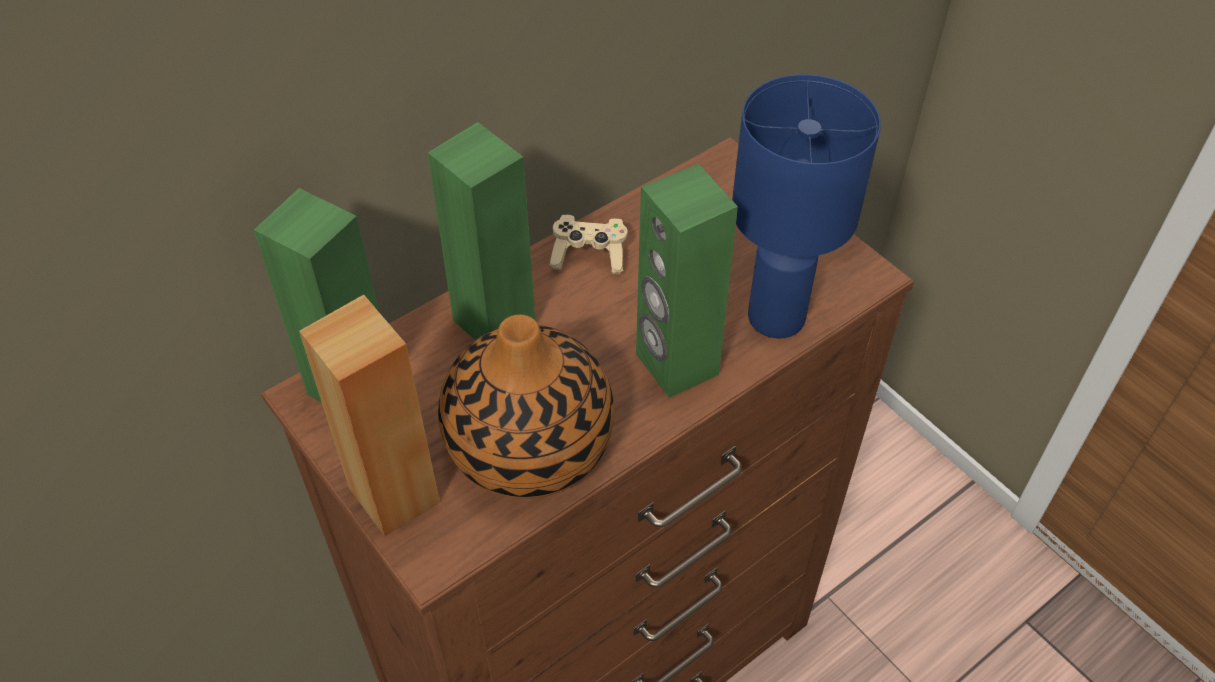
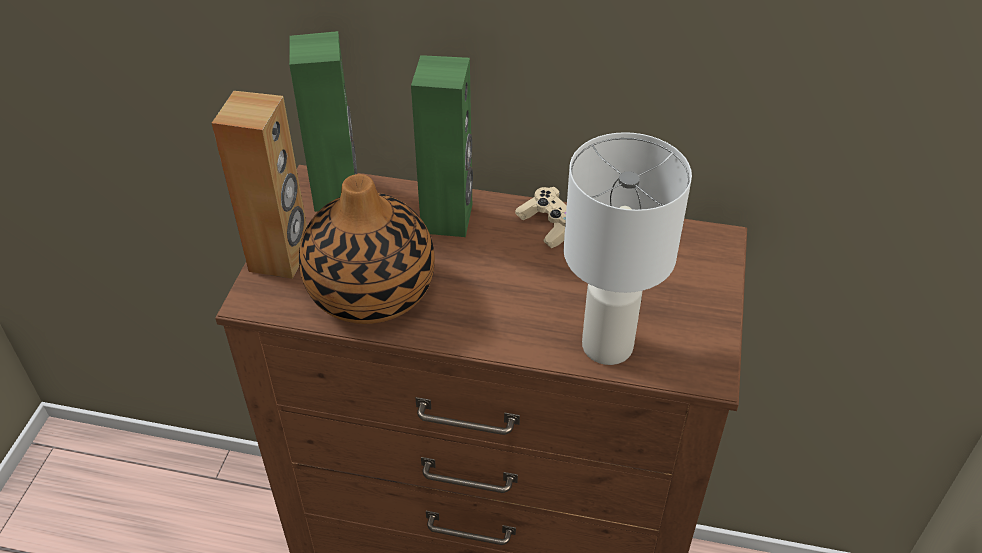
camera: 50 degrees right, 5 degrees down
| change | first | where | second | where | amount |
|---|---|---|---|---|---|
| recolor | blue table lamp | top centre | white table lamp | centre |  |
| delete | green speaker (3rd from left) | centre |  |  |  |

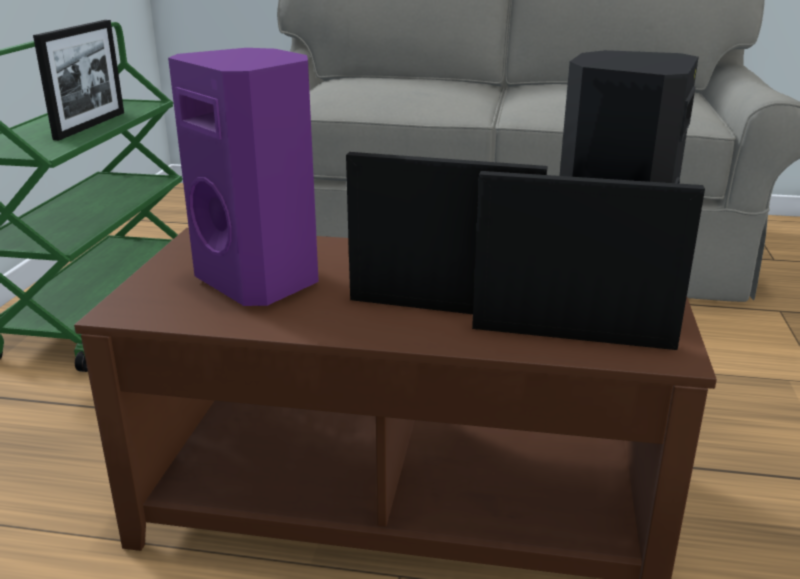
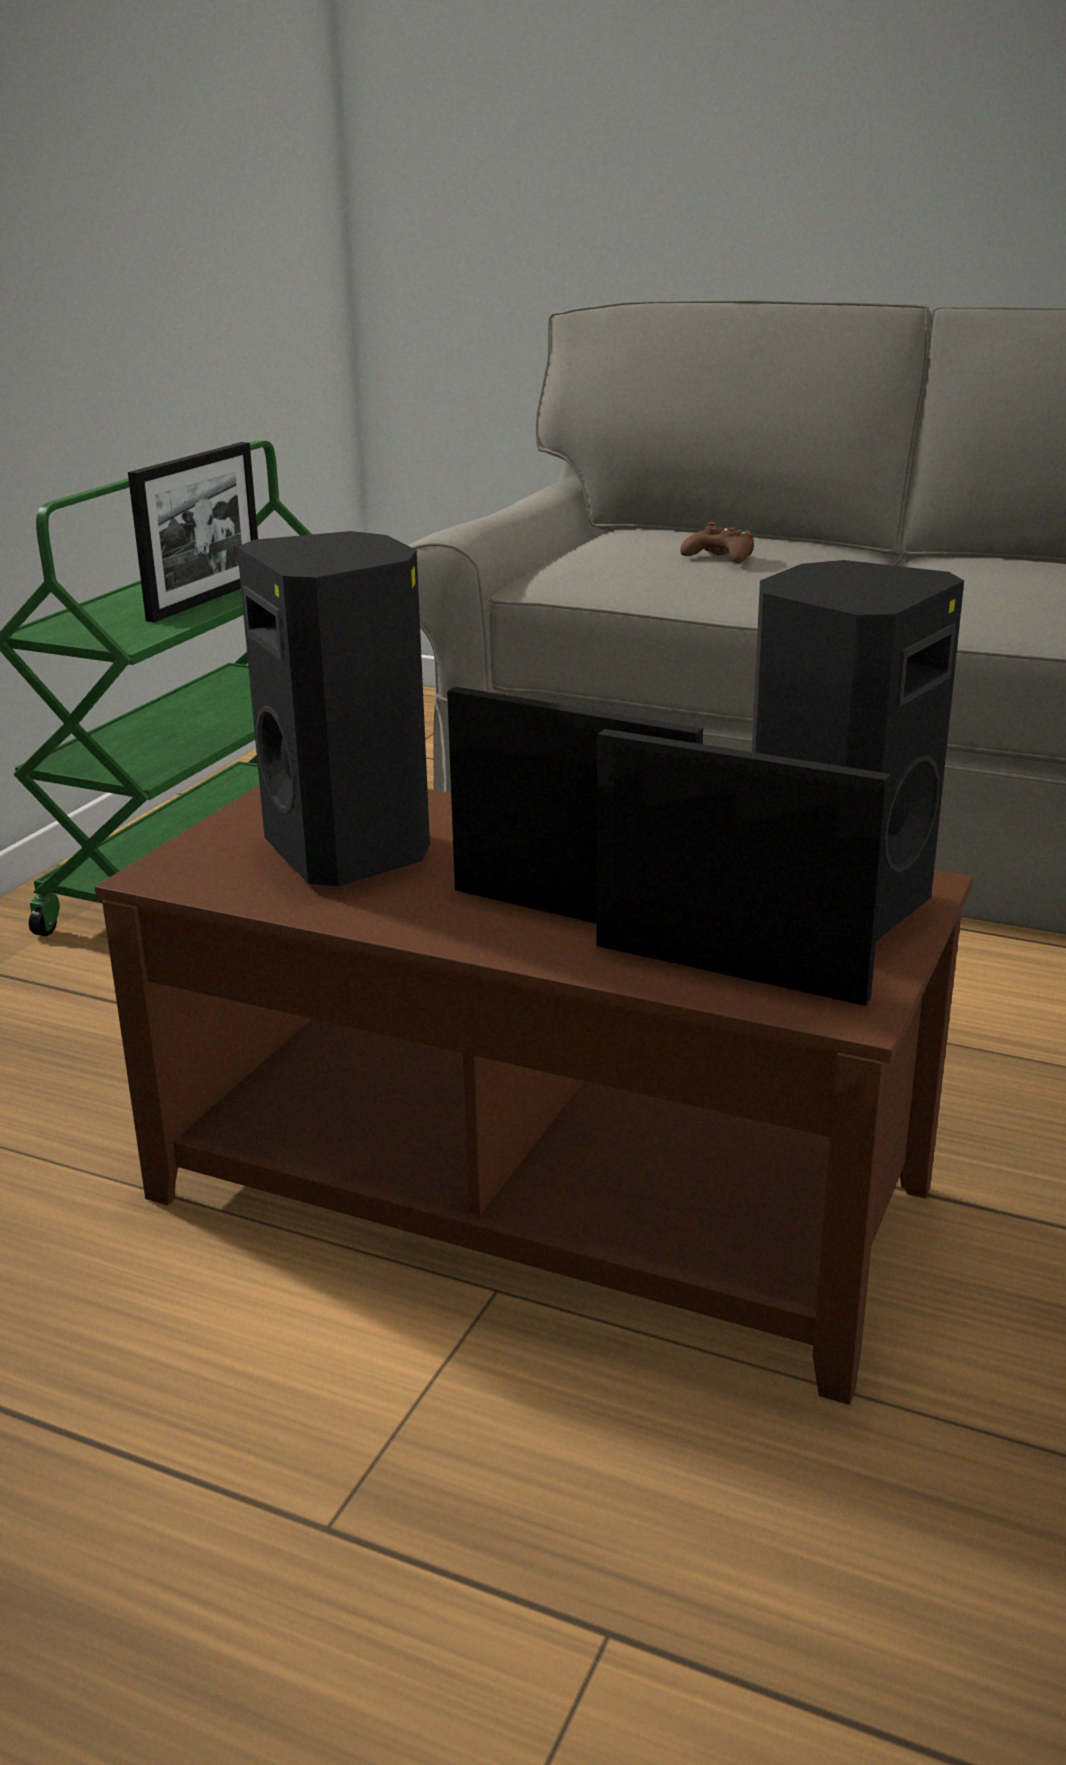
camera: 15 degrees right, 0 degrees up
| change | first | where | second | where | amount |
|---|---|---|---|---|---|
| recolor | purple speaker | top left | black speaker (1st from left) | middle left |  |
| insert |  |  | brown game controller | top right |  |

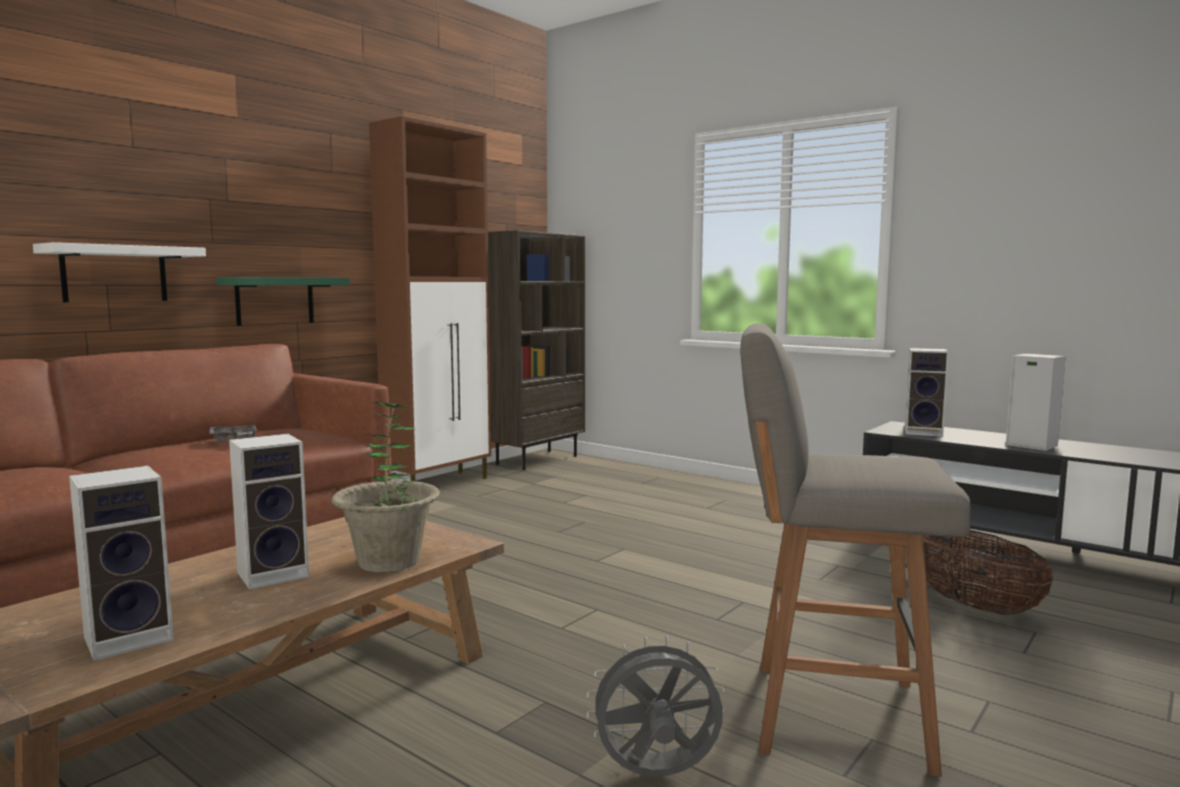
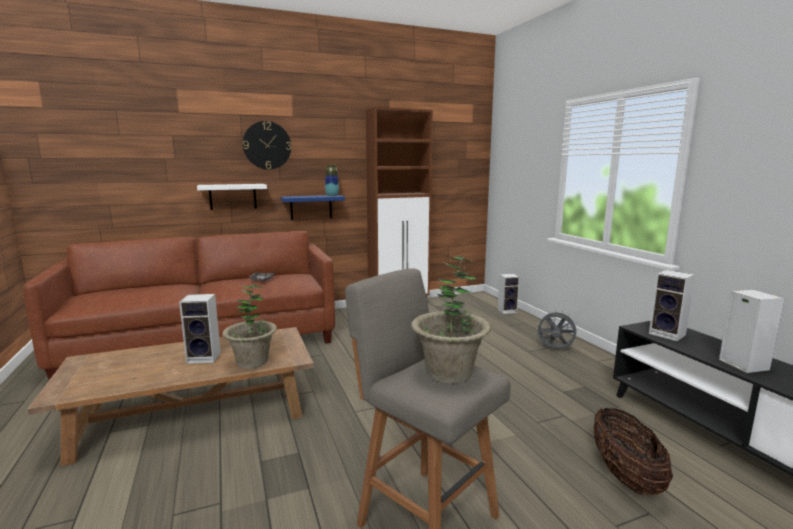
camera: 30 degrees right, 5 degrees up
| change | first | where | second | where | amount |
|---|---|---|---|---|---|
| delete | brown bookcase | centre |  |  |  |
| recolor | green shelf | middle left | blue shelf | centre |  |
| move | speaker (1st from left in the first image) | bottom left | speaker (2nd from left) | centre |  |
| move | grey fan | bottom centre |  | middle right |  |
| insert |  |  | wall clock | top centre |  |
| insert |  |  | vase | centre |  |
| insert |  |  | potted plant (2nd from left) | centre |  |

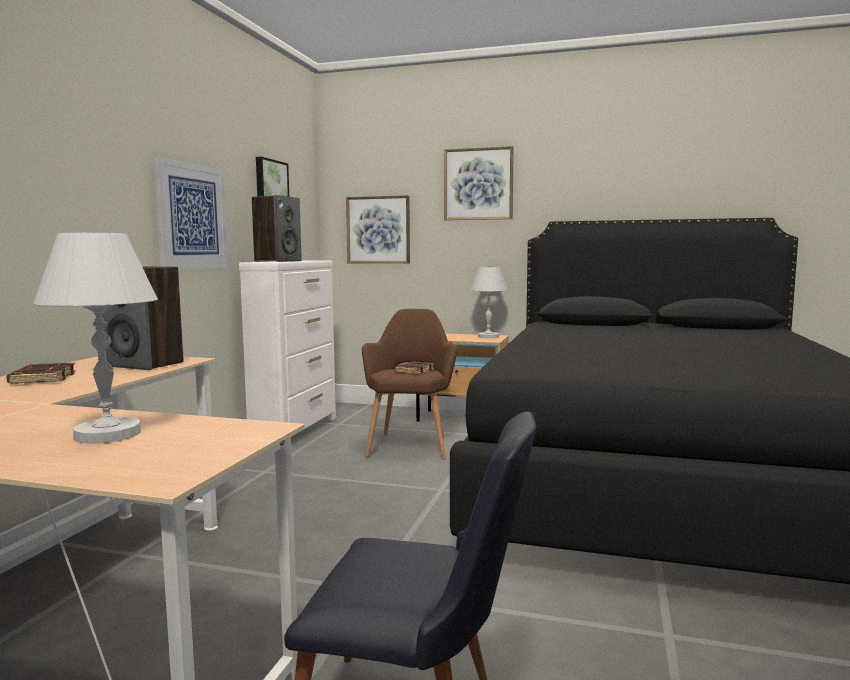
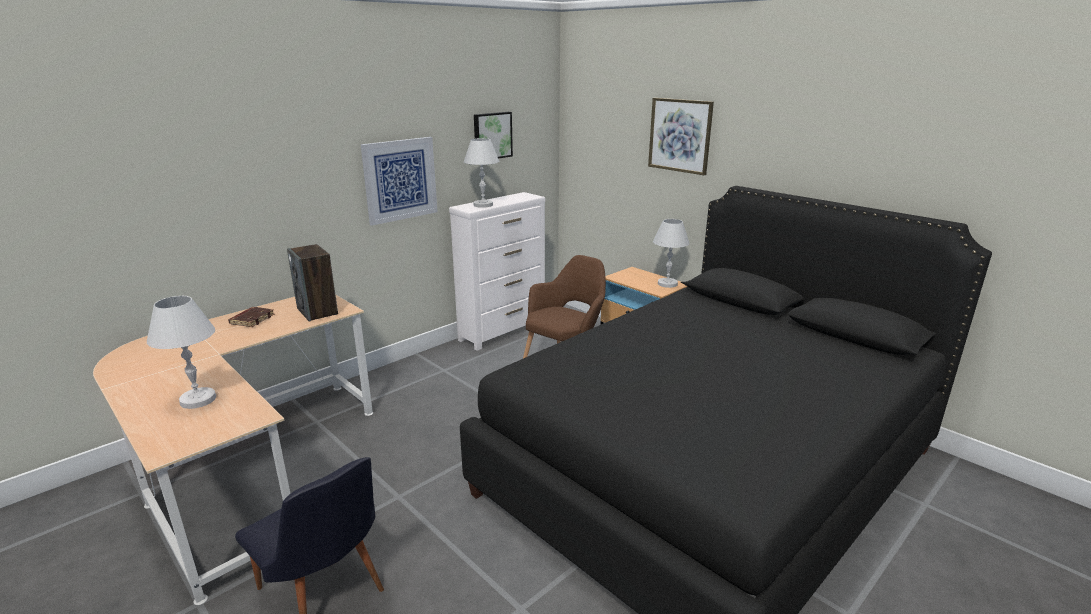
camera: 30 degrees right, 15 degrees up
| change | first | where | second | where | amount |
|---|---|---|---|---|---|
| replace | speaker (2nd from left) | middle left | white table lamp (2nd from left) | top centre |  |
| delete | picture (3rd from left) | centre |  |  |  |
| delete | brown book (2nd from left) | centre |  |  |  |

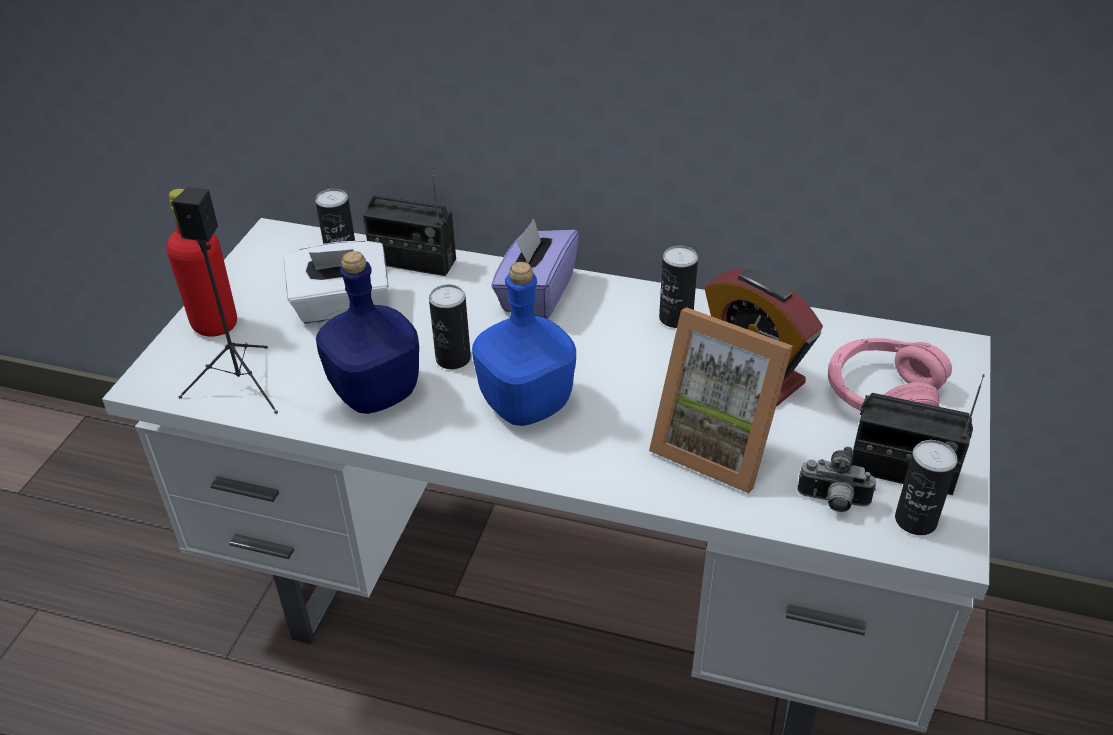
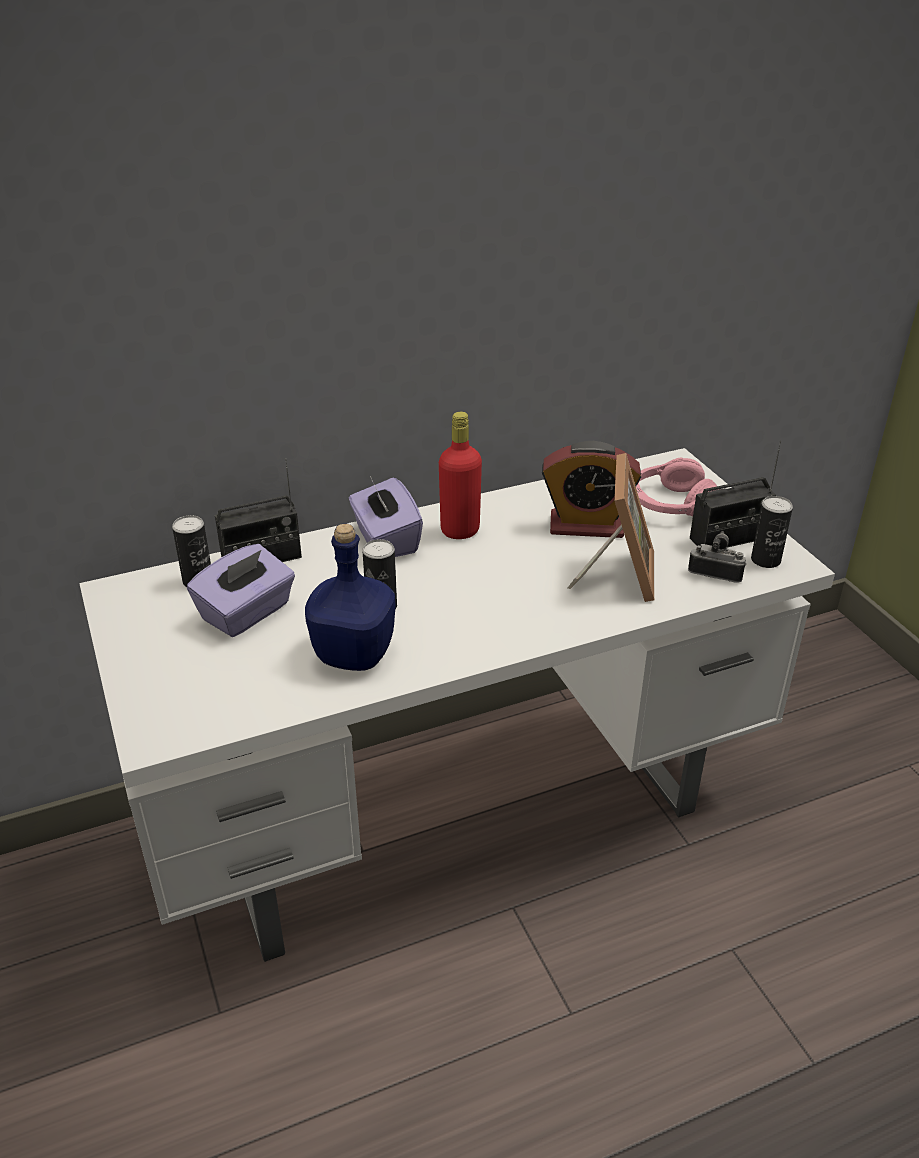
camera: 40 degrees left, 5 degrees down
| change | first | where | second | where | amount |
|---|---|---|---|---|---|
| delete | black speaker | middle left |  |  |  |
| move | red bottle | middle left |  | centre |  |
| recolor | white tissue box | middle left | purple tissue box (1st from left) | middle left |  |
| delete | can (3rd from left) | centre |  |  |  |
| delete | blue bottle (2nd from left) | centre |  |  |  |
| rotate | picture frame | centre |  | centre | 75 degrees counterclockwise |
| rotate | photo camera | middle right |  | middle right | 135 degrees counterclockwise |

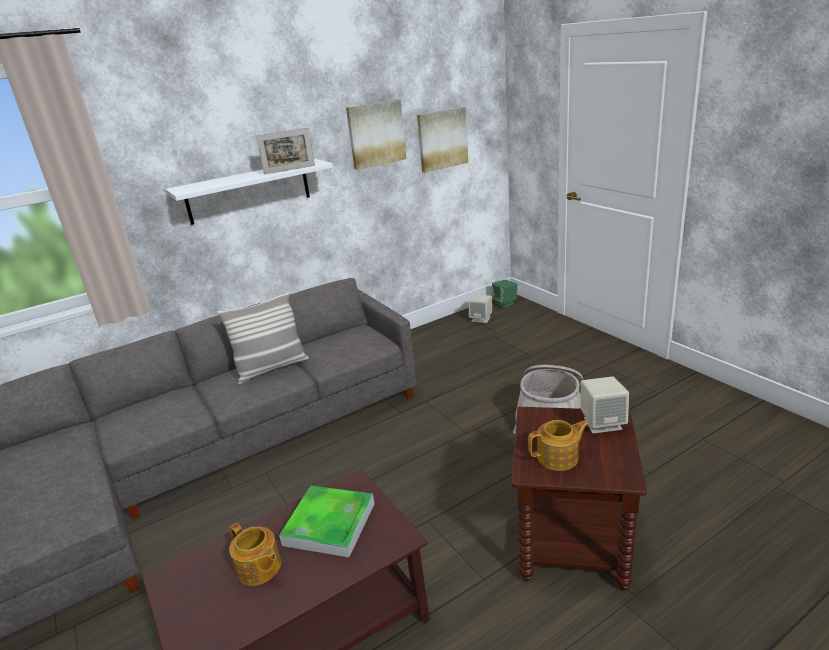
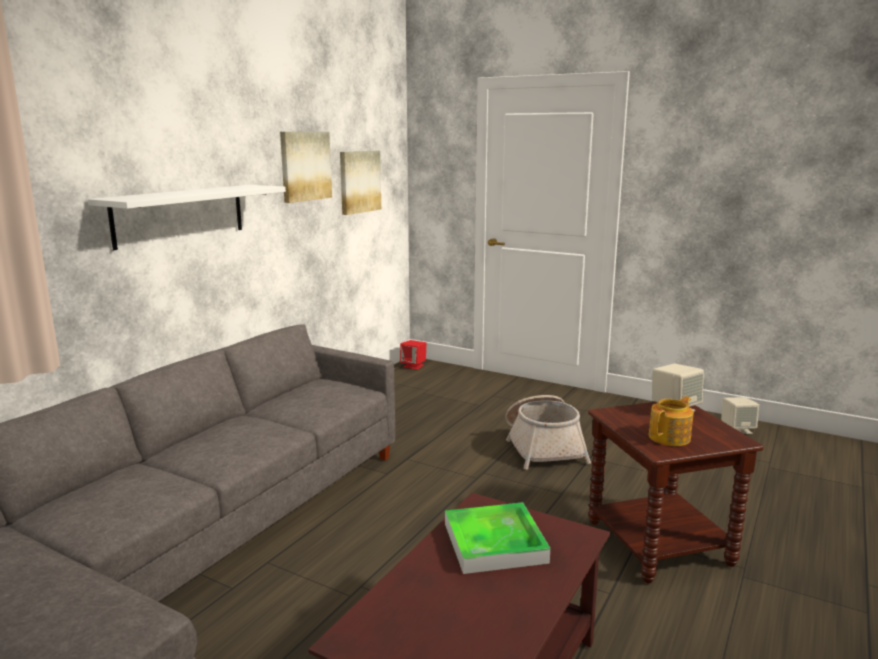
camera: 30 degrees left, 10 degrees down
| change | first | where | second | where | amount |
|---|---|---|---|---|---|
| delete | picture frame | top centre |  |  |  |
| recolor | green speaker | centre | red speaker | centre |  |
| delete | pillow | middle left |  |  |  |
| move | beige speaker (1st from left in the first image) | centre | beige speaker (2nd from left) | middle right |  |
| delete | teapot (1st from left) | bottom left |  |  |  |

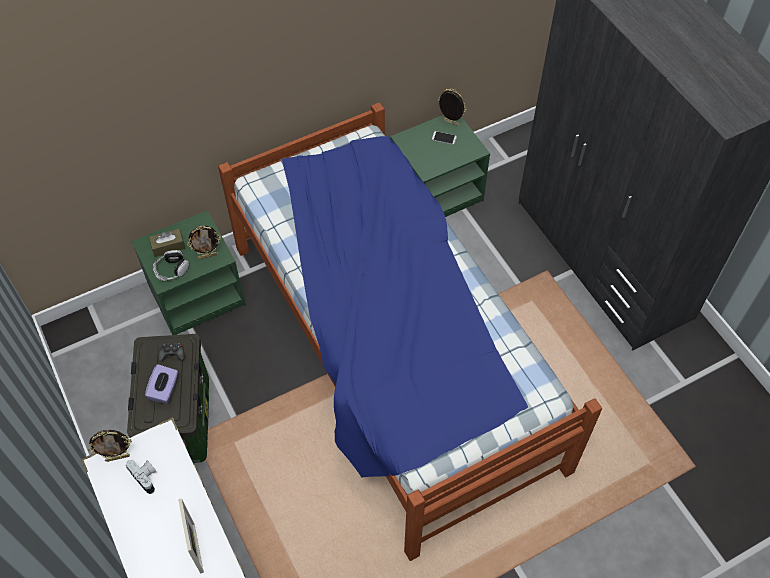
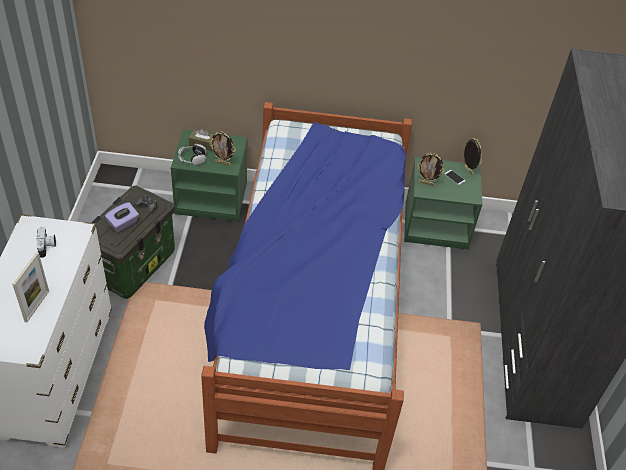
camera: 30 degrees right, 10 degrees down
| change | first | where | second | where | amount |
|---|---|---|---|---|---|
| move | picture frame (1st from left in the first image) | bottom left | picture frame (3rd from left) | middle right |  |

